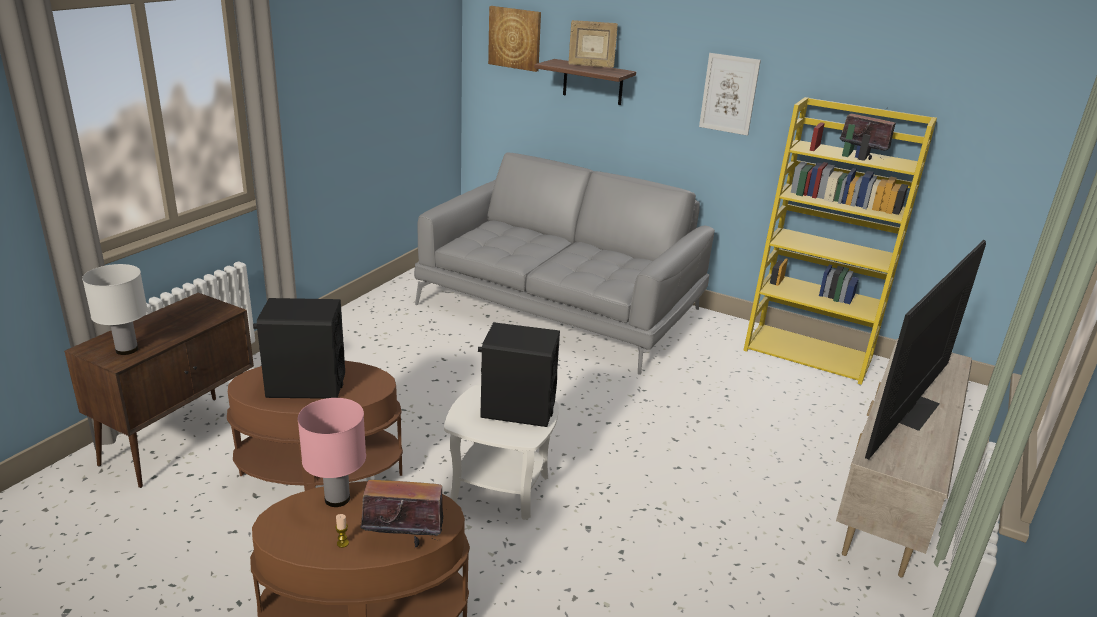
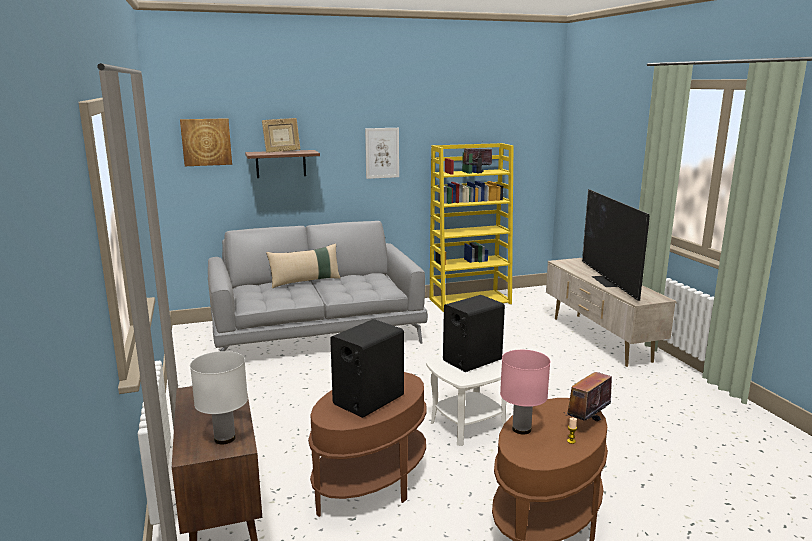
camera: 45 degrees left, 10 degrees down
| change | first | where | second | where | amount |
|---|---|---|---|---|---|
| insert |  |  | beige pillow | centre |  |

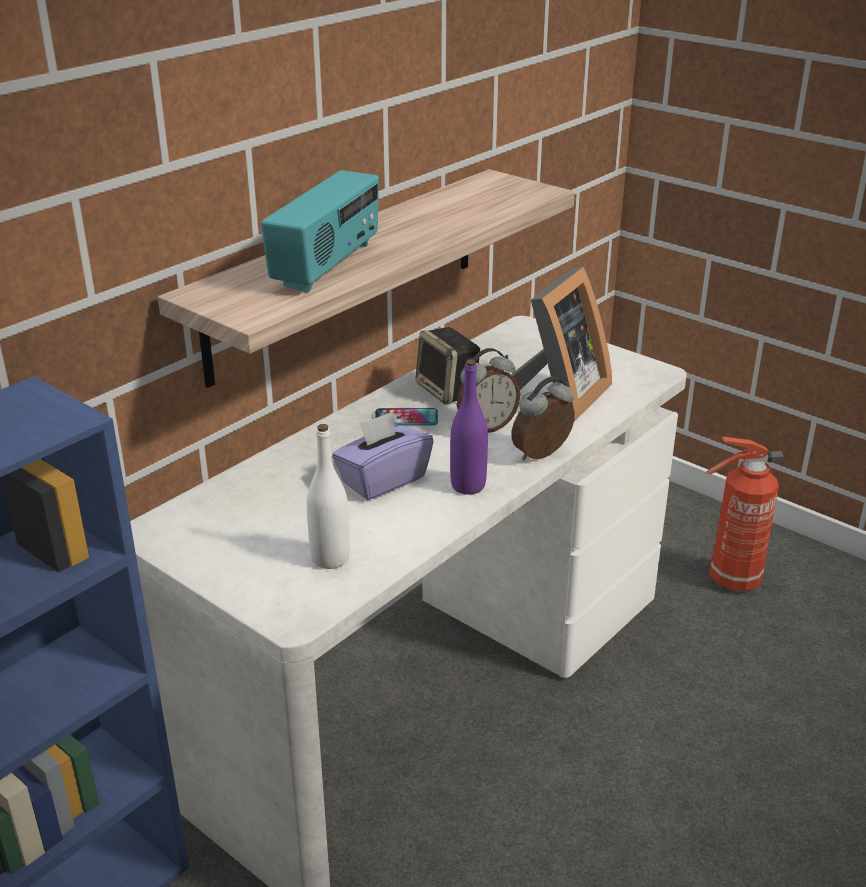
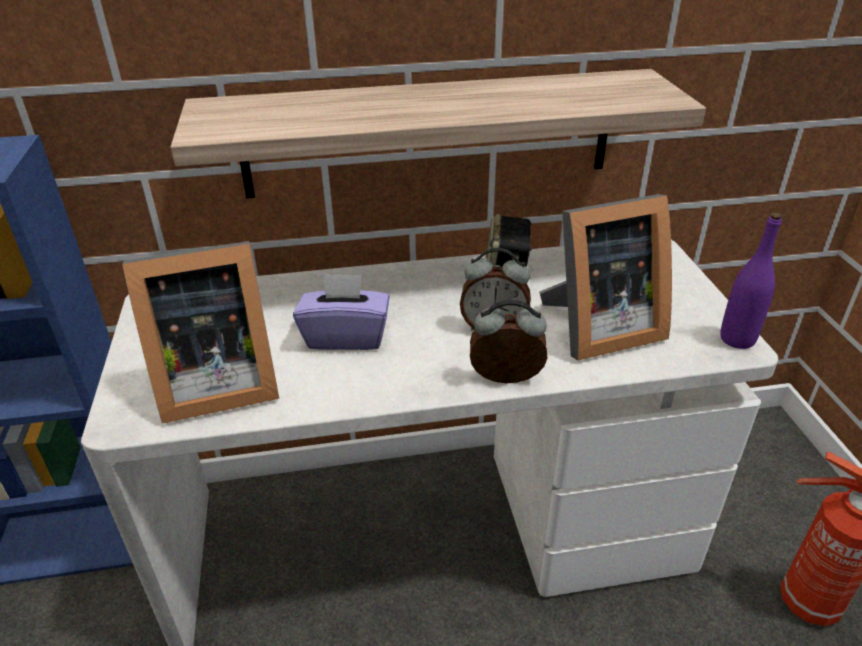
camera: 40 degrees right, 5 degrees up
| change | first | where | second | where | amount |
|---|---|---|---|---|---|
| delete | radio | top centre |  |  |  |
| move | purple bottle | centre |  | middle right |  |
| delete | phone | centre |  |  |  |
| replace | white bottle | centre | picture frame (1st from left) | middle left |  |

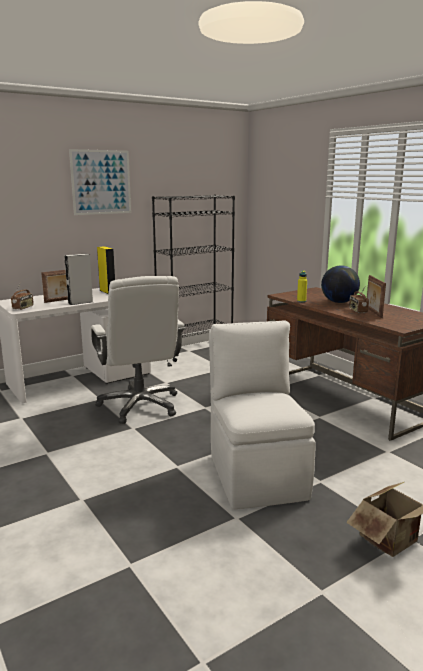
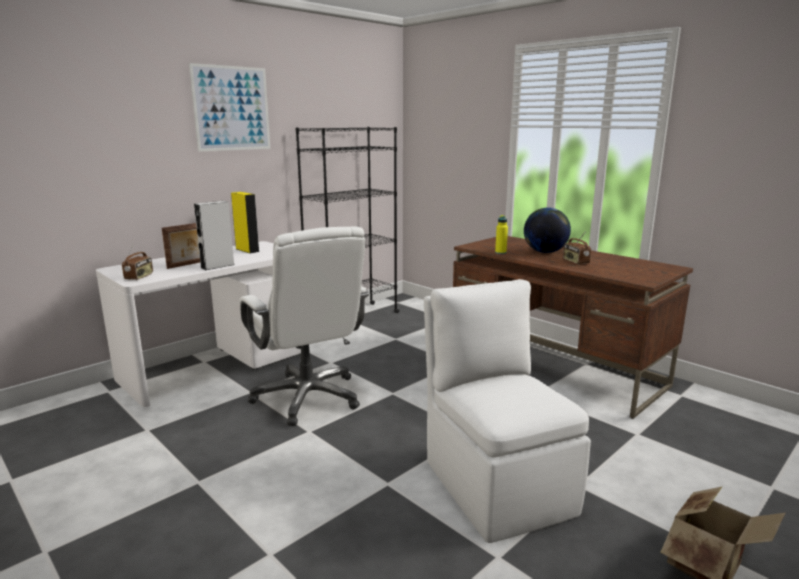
camera: 10 degrees left, 0 degrees up
| change | first | where | second | where | amount |
|---|---|---|---|---|---|
| delete | picture frame (2nd from left) | middle right |  |  |  |

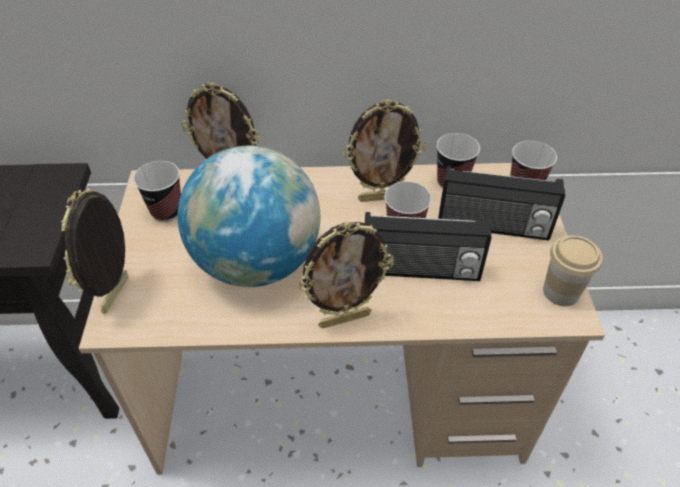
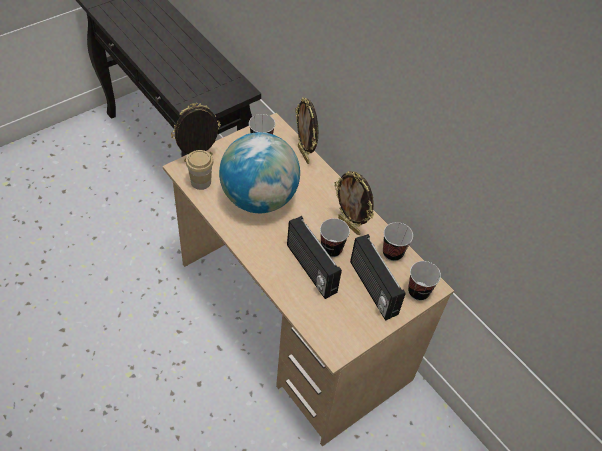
camera: 50 degrees right, 5 degrees up
| change | first | where | second | where | amount |
|---|---|---|---|---|---|
| delete | picture frame (3rd from left) | centre |  |  |  |
| move | cup (5th from left in the first image) | middle right | cup (1st from left) | middle left |  |

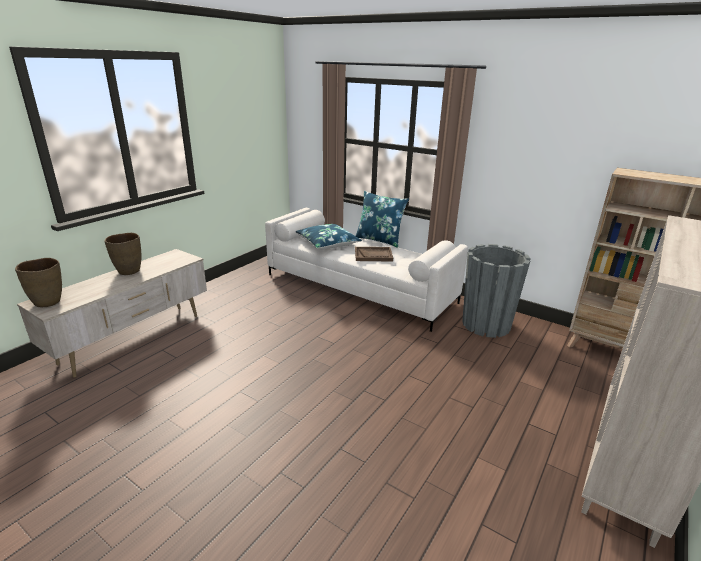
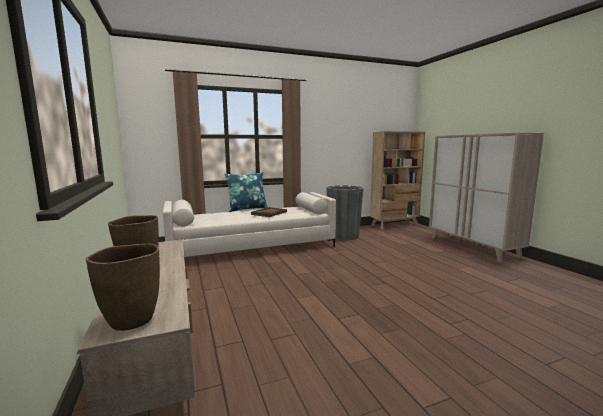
camera: 55 degrees left, 15 degrees down
| change | first | where | second | where | amount |
|---|---|---|---|---|---|
| delete | blue pillow (1st from left) | centre |  |  |  |

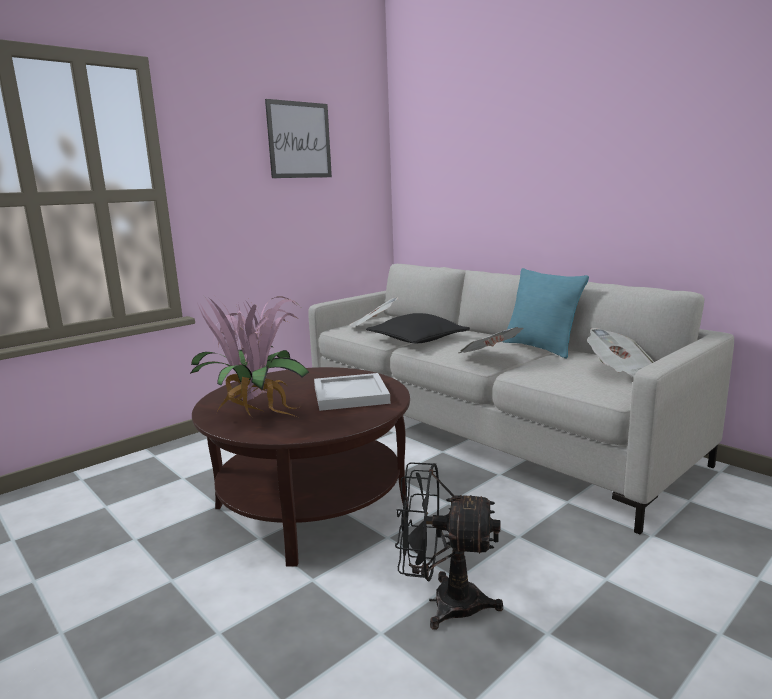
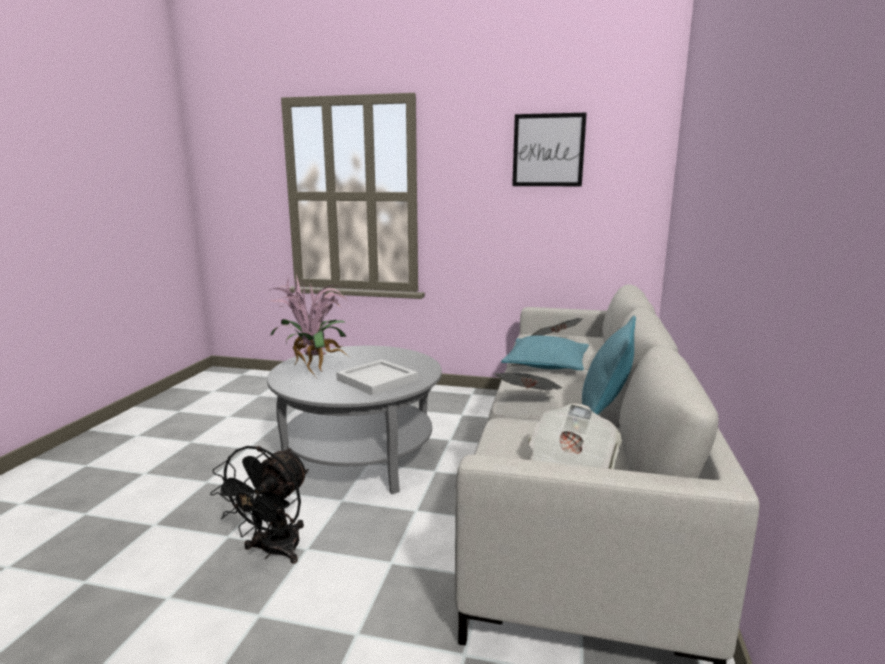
camera: 55 degrees right, 0 degrees up
| change | first | where | second | where | amount |
|---|---|---|---|---|---|
| recolor | black pillow | centre | turquoise pillow (1st from left) | centre |  |
| recolor | brown coffee table | bottom centre | grey coffee table | centre |  |
| rotate | black fan | bottom centre |  | bottom left | 135 degrees counterclockwise |

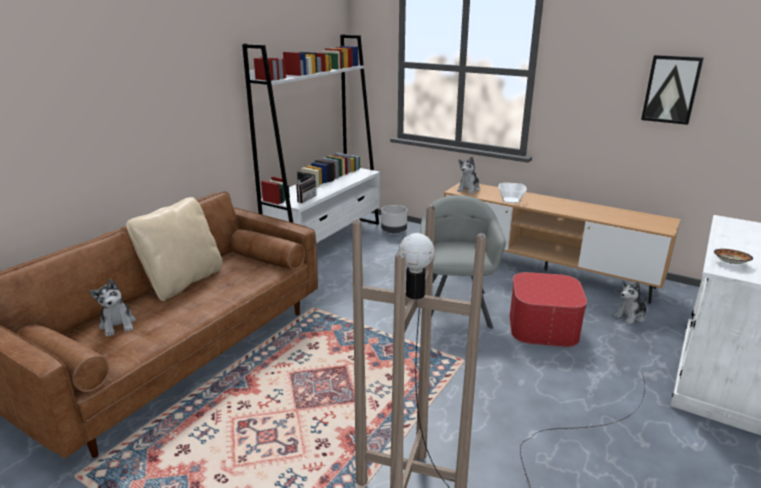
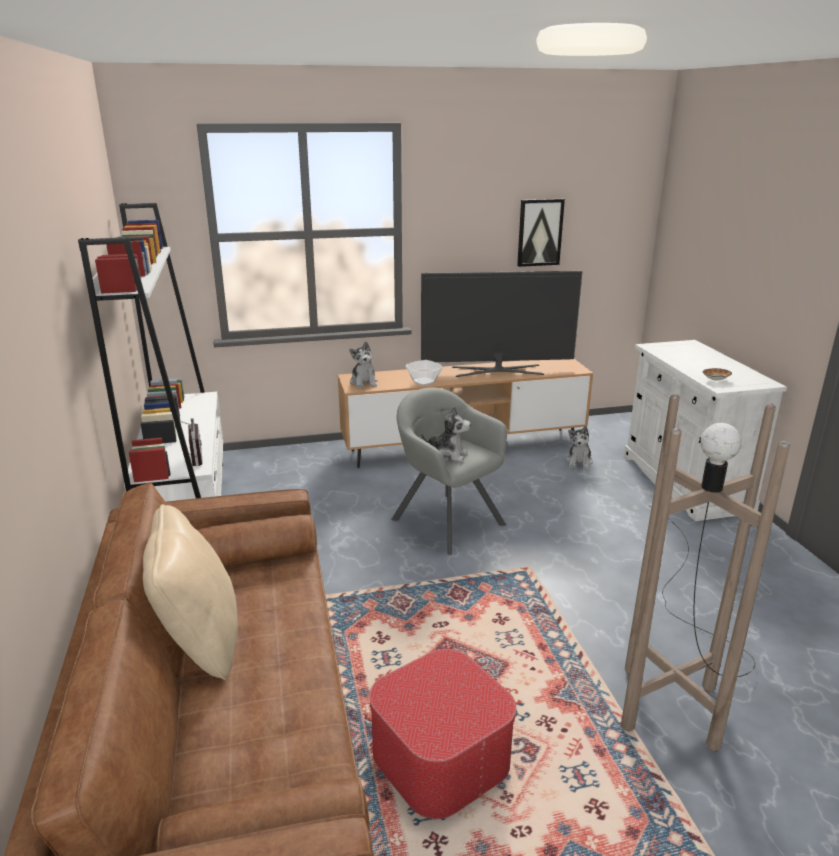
camera: 45 degrees left, 0 degrees up
| change | first | where | second | where | amount |
|---|---|---|---|---|---|
| delete | grey planter | centre |  |  |  |
| move | ottoman | middle right |  | bottom centre |  |
| move | plush toy (1st from left in the first image) | middle left | plush toy (2nd from left) | centre |  |
| insert |  |  | television | centre |  |

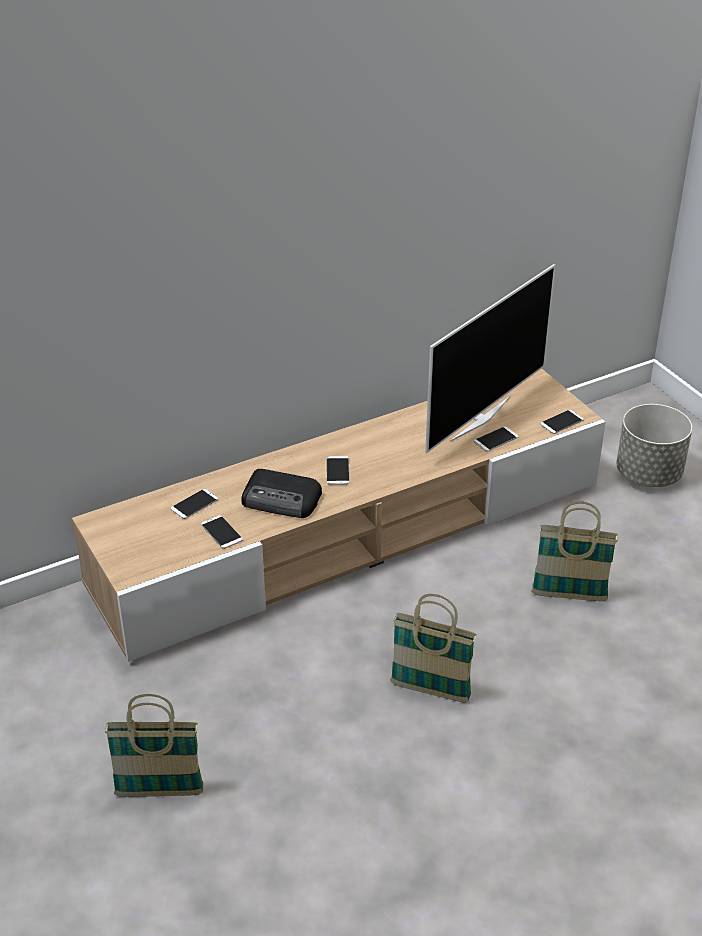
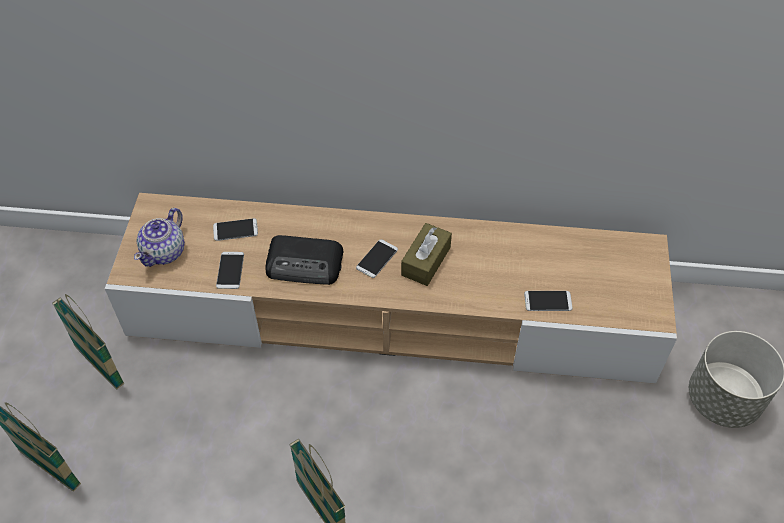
camera: 35 degrees right, 15 degrees up
| change | first | where | second | where | amount |
|---|---|---|---|---|---|
| delete | television | middle right |  |  |  |
| delete | phone (5th from left) | middle right |  |  |  |
| rotate | radio | centre |  | centre | 45 degrees counterclockwise |
| move | basket (3rd from left in the first image) | middle right | basket (2nd from left) | middle left |  |
| insert |  |  | teapot | middle left |  |
| insert |  |  | brown tissue box | centre |  |

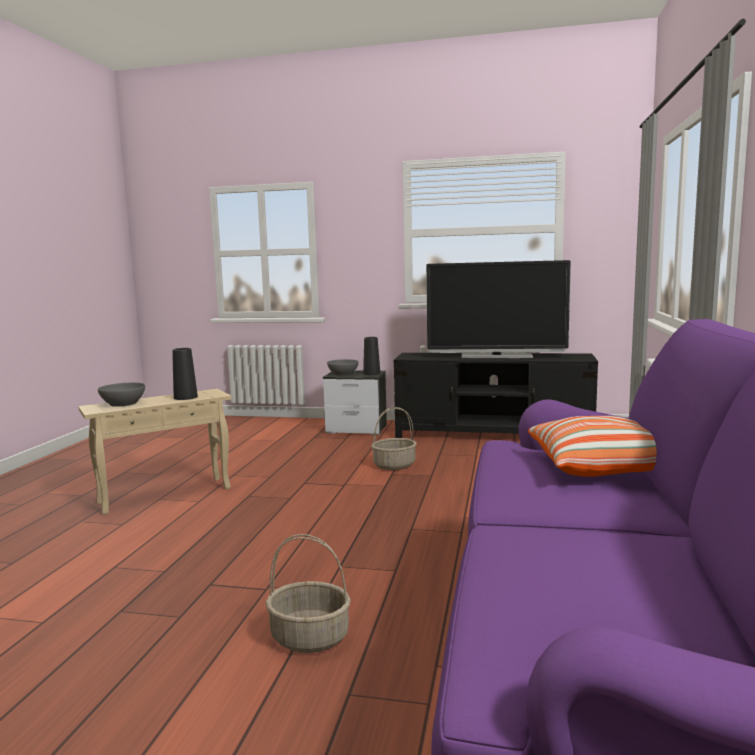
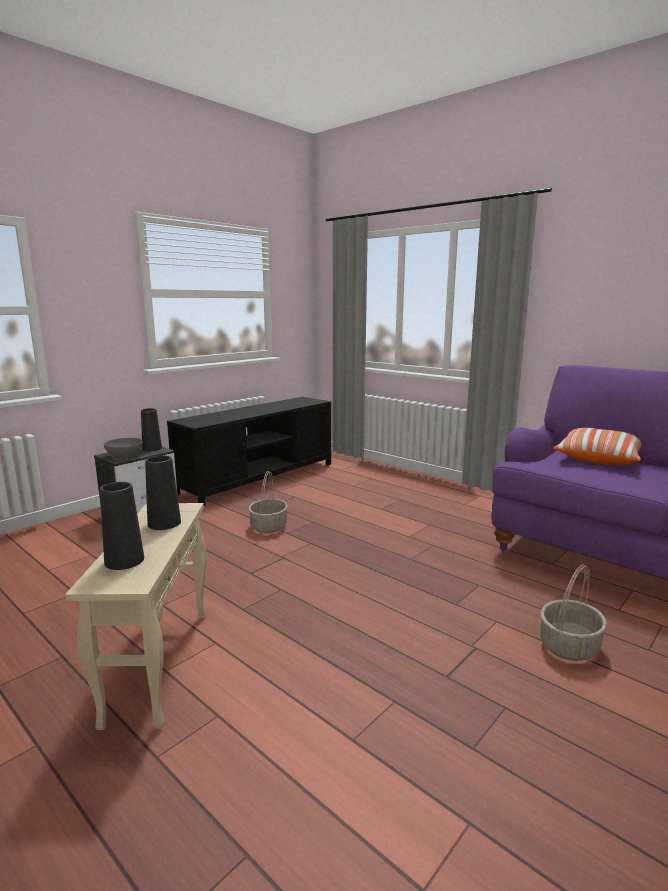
camera: 60 degrees left, 5 degrees up
| change | first | where | second | where | amount |
|---|---|---|---|---|---|
| delete | television | centre |  |  |  |
| replace | grey bowl (1st from left) | middle left | black vase (1st from left) | middle left |  |

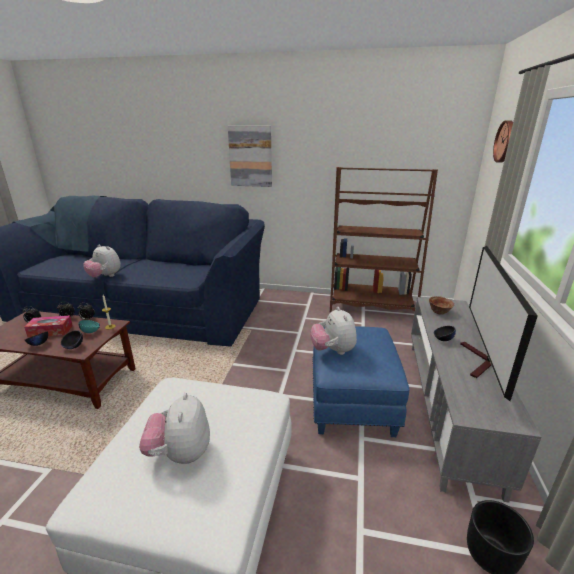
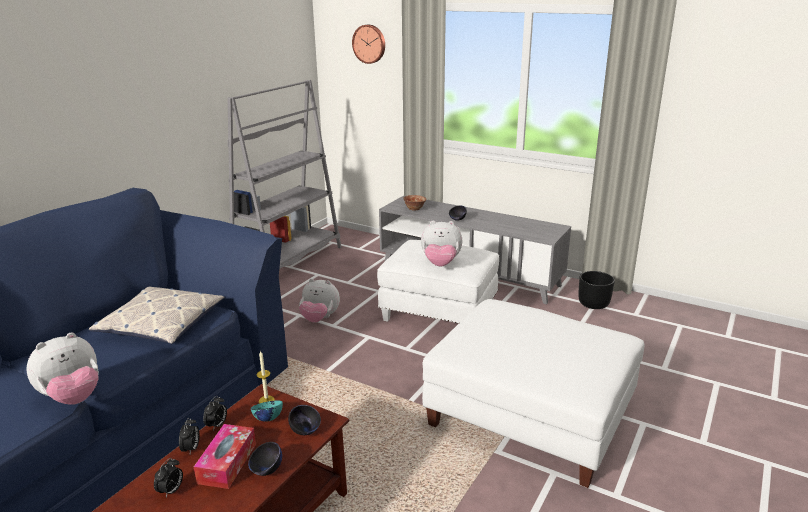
camera: 70 degrees left, 0 degrees up
| change | first | where | second | where | amount |
|---|---|---|---|---|---|
| delete | picture | top centre |  |  |  |
| recolor | brown bookcase | middle right | grey bookcase | centre |  |
| delete | television | middle right |  |  |  |
| recolor | blue ottoman | centre | white ottoman (1st from left) | centre |  |
| move | plush toy (2nd from left) | bottom left |  | centre |  |
| insert |  |  | pillow | middle left |  |

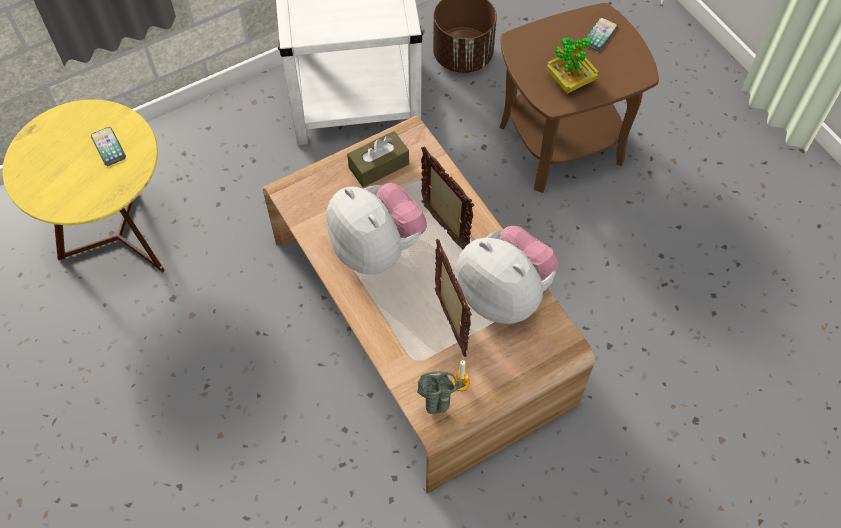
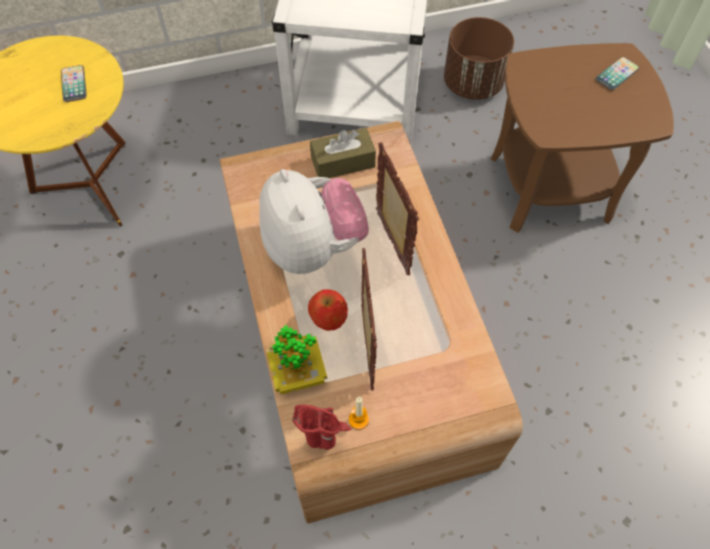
camera: 15 degrees right, 0 degrees up
| change | first | where | second | where | amount |
|---|---|---|---|---|---|
| move | potted plant | top right |  | centre |  |
| delete | plush toy (2nd from left) | centre |  |  |  |
| recolor | green vase | bottom centre | red vase | bottom centre |  |
| insert |  |  | apple | centre |  |

